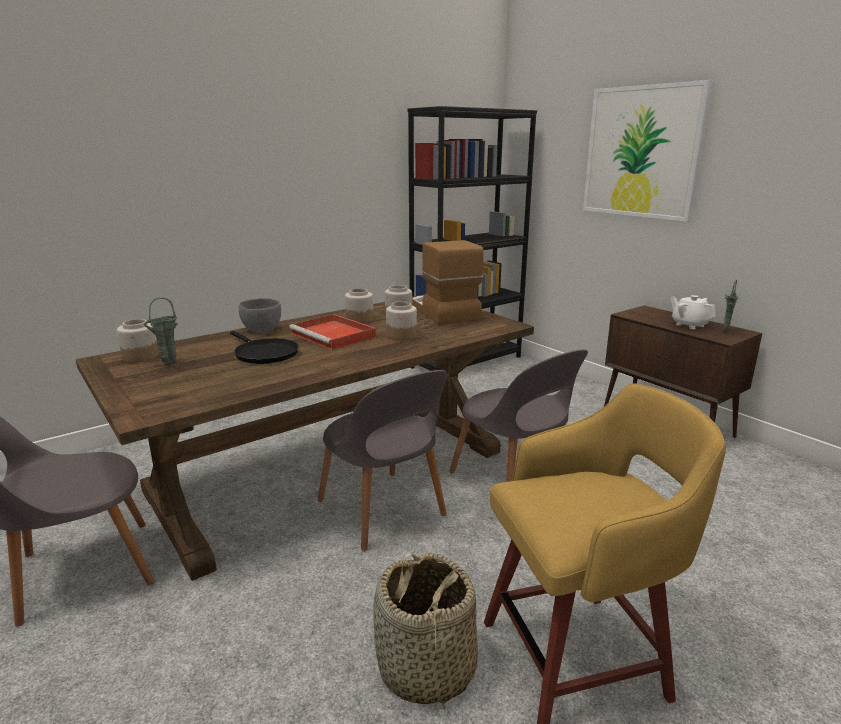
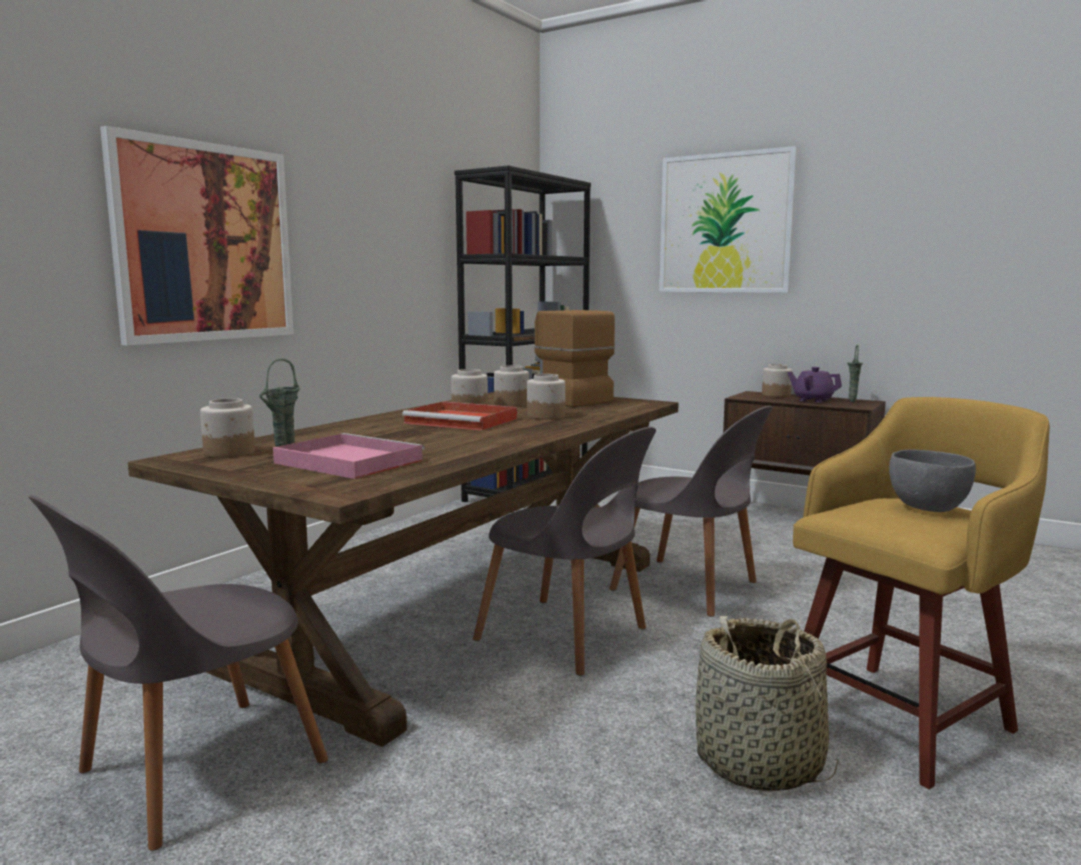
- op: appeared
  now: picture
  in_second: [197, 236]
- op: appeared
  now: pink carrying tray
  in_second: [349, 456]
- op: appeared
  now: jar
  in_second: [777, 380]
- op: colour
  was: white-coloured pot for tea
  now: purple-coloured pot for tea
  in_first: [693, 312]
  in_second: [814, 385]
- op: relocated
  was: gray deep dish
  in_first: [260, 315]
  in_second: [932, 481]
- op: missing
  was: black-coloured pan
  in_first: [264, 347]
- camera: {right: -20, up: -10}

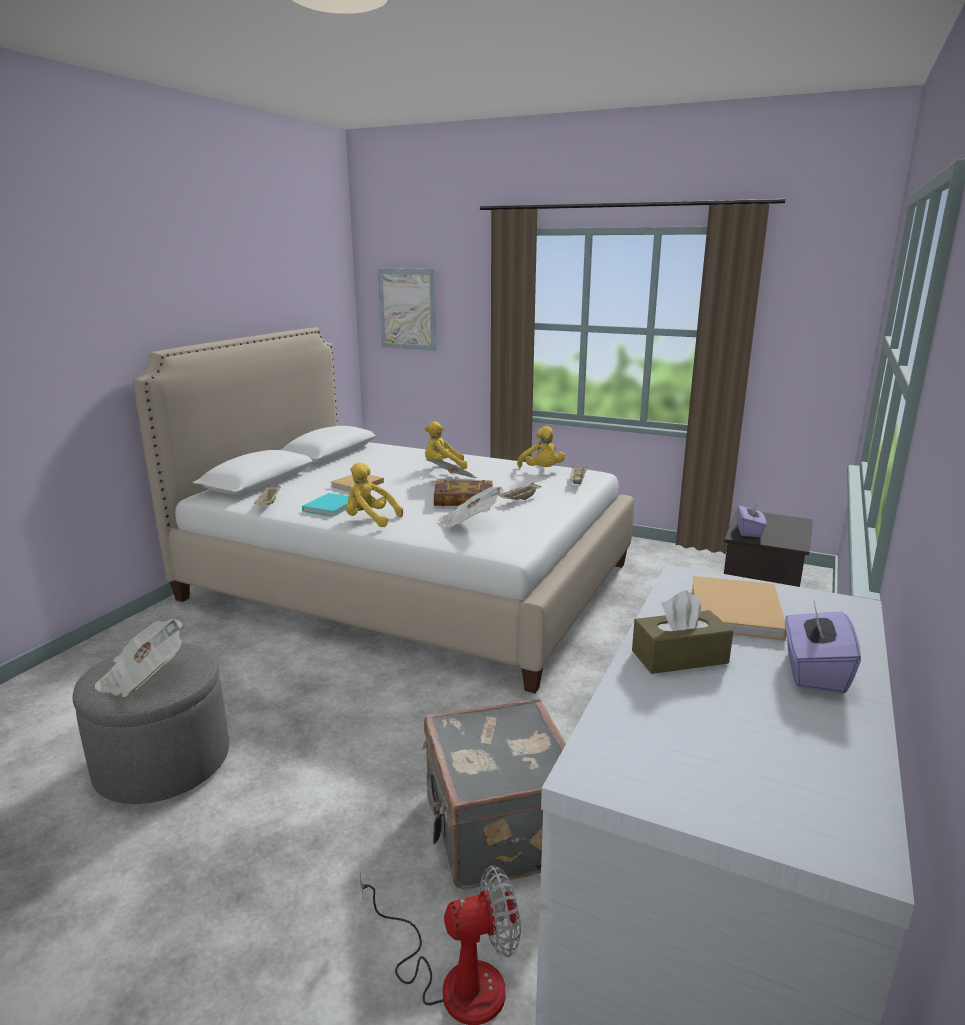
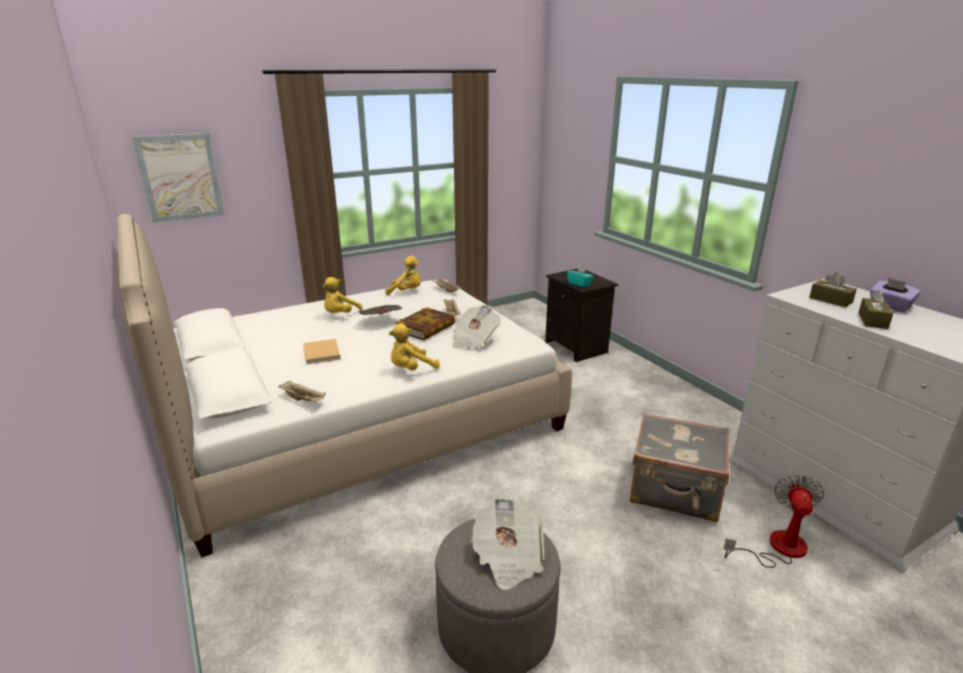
- op: colour
  was: purple-coloured tissue box
  now: turquoise tissue box
  in_first: [752, 519]
  in_second: [580, 276]
- op: exchanged
  was: sand-coloured bound book
  now: brown-coloured tissue box
  in_first: [739, 608]
  in_second: [833, 289]
- op: missing
  was: turquoise bound book
  in_first: [325, 505]
- camera: {right: -55, up: 5}

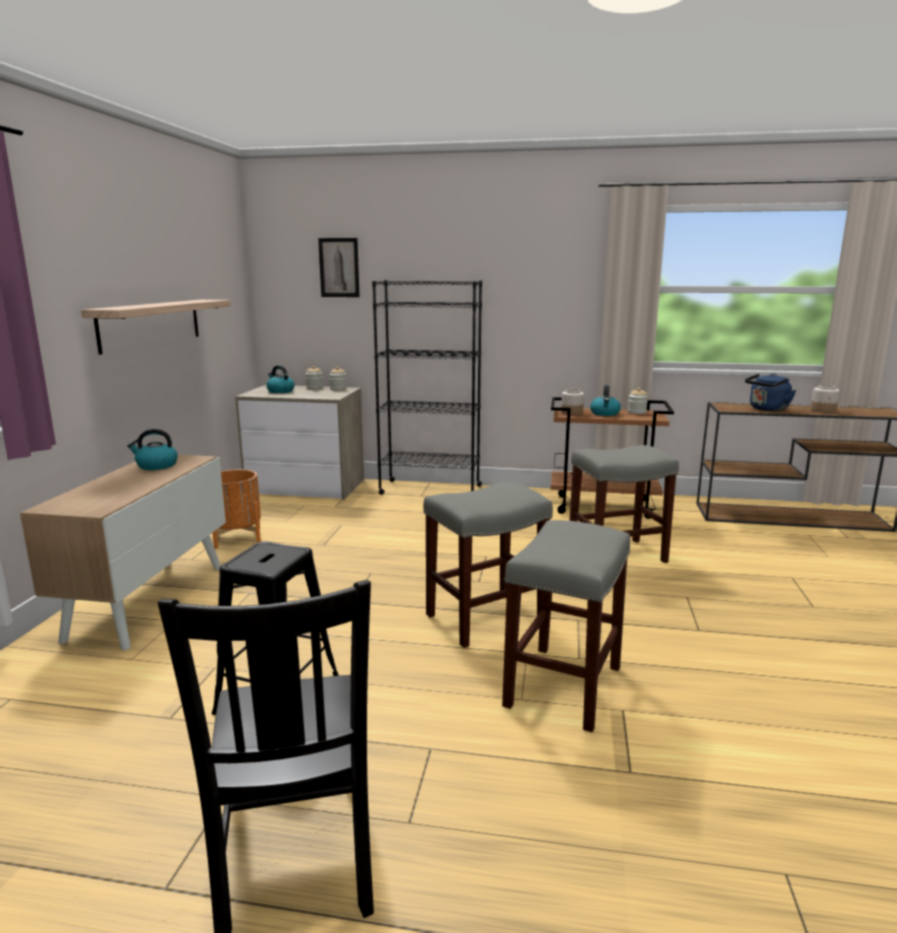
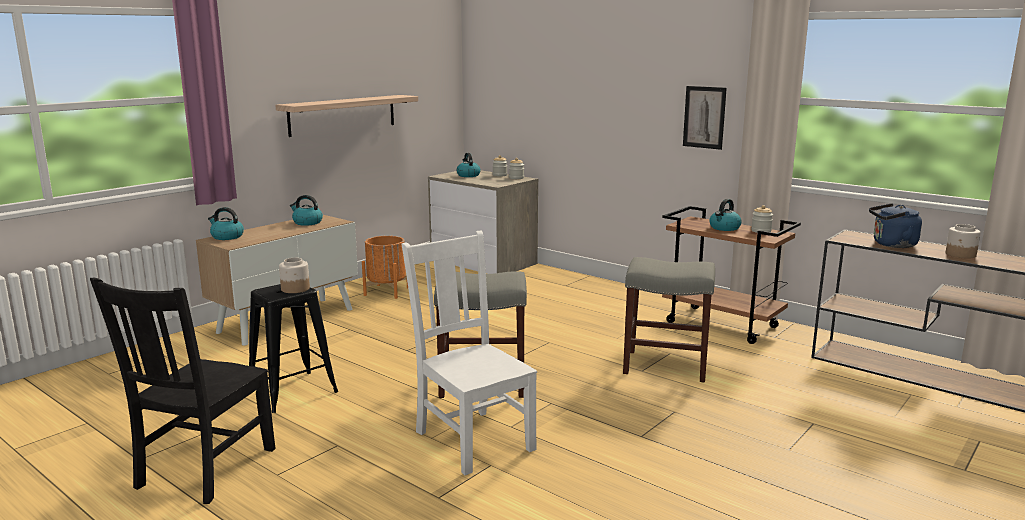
- op: appeared
  now: kettle
  in_second: [226, 223]
- op: relocated
  was: jar
  in_first: [572, 402]
  in_second: [294, 275]
- op: exchanged
  was: gray stool
  now: white-coloured chair
  in_first: [566, 626]
  in_second: [469, 353]
- op: relocated
  was: picture
  in_first: [339, 267]
  in_second: [705, 118]
- op: missing
  was: black-coloured bookshelf
  in_first: [427, 387]
- camera: {right: 30, up: 0}

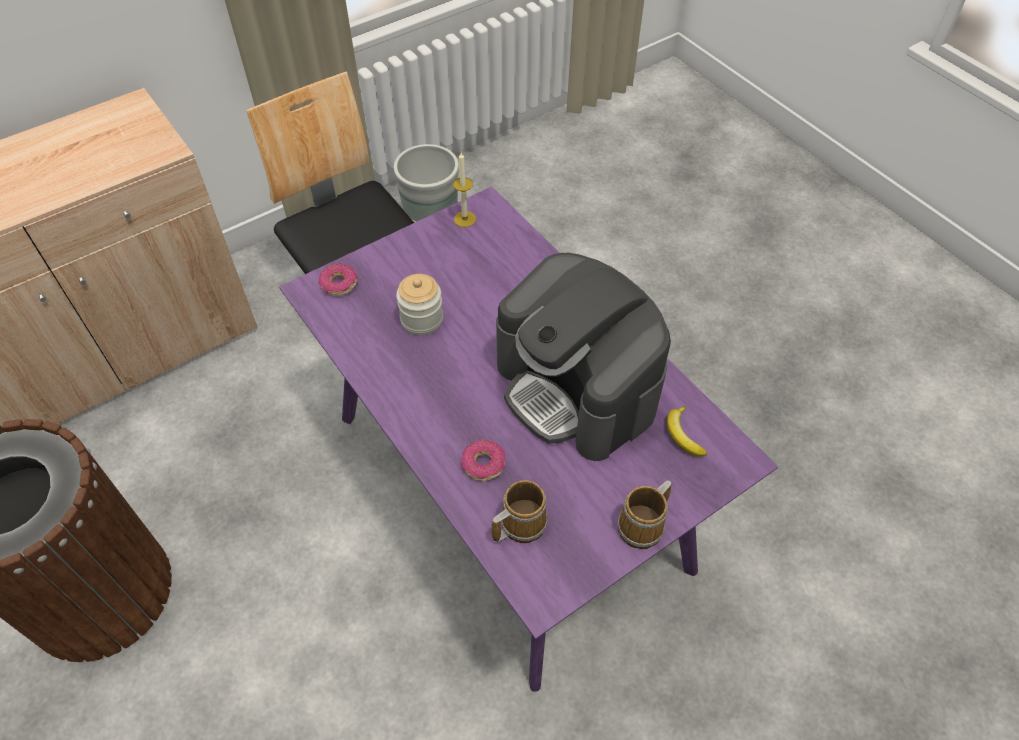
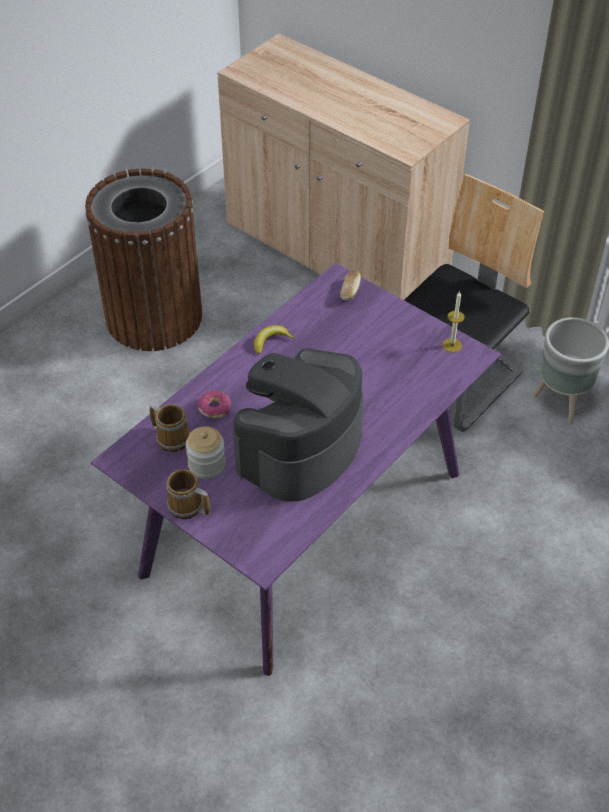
- op: relocated
  was: jar
  in_first: [419, 304]
  in_second: [206, 452]
- op: relocated
  was: banana fruit
  in_first: [686, 431]
  in_second: [274, 339]
- op: exchanged
  was: ring doughnut
  now: bakery bread
  in_first: [338, 279]
  in_second: [350, 286]
- camera: {right: 75, up: -5}

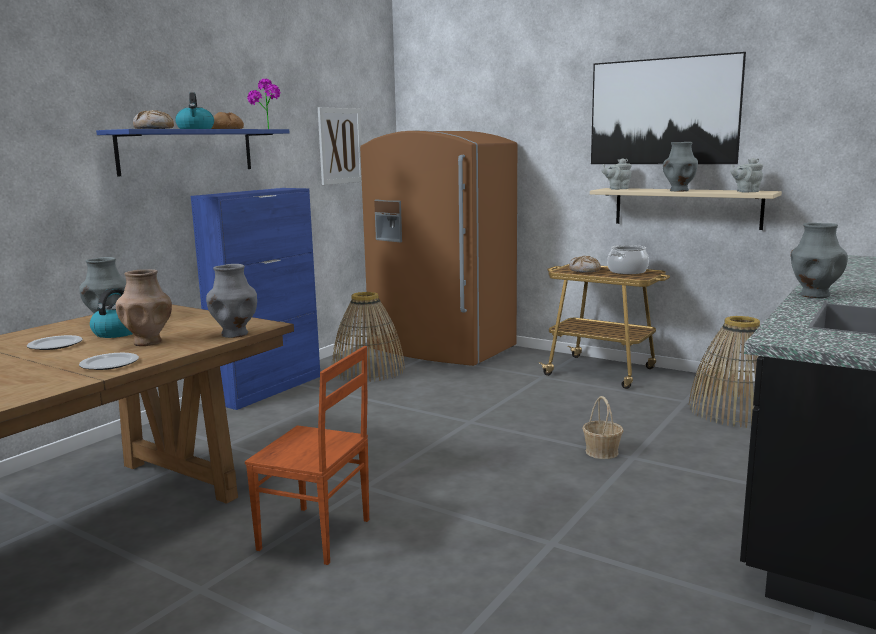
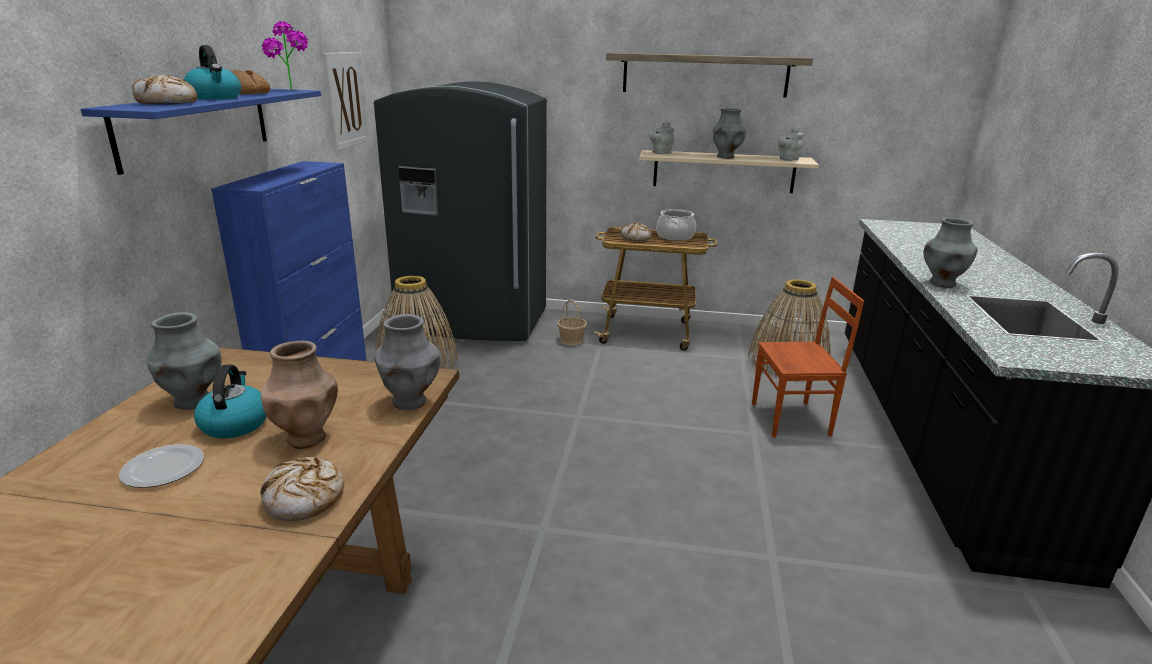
- op: exchanged
  was: flat dish
  now: bakery bread
  in_first: [109, 361]
  in_second: [302, 489]
- op: colour
  was: brown-coloured fridge
  now: gray fridge
  in_first: [438, 248]
  in_second: [460, 211]
- op: relocated
  was: basket
  in_first: [603, 427]
  in_second: [572, 322]
- op: exchanged
  was: picture
  now: bracket shelf
  in_first: [668, 108]
  in_second: [709, 75]
- op: relocated
  was: brown-coloured chair
  in_first: [307, 455]
  in_second: [808, 357]
- camera: {right: -25, up: 10}

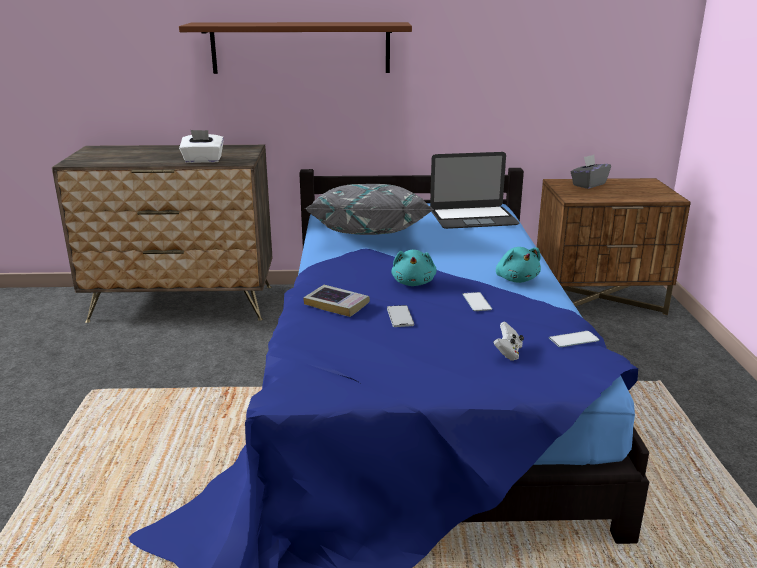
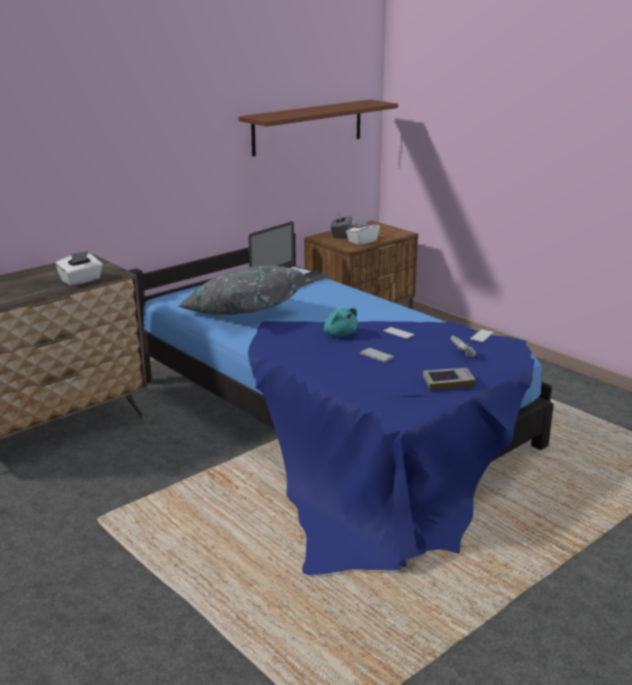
- op: relocated
  was: brown-coloured bracket shelf
  in_first: [295, 48]
  in_second: [318, 128]
- op: appeared
  now: white-coloured tissue box
  in_second: [363, 231]
- op: relocated
  was: bound book
  in_first: [336, 301]
  in_second: [449, 379]
- op: missing
  was: turquoise plush toy
  in_first: [518, 265]
- camera: {right: -40, up: 0}

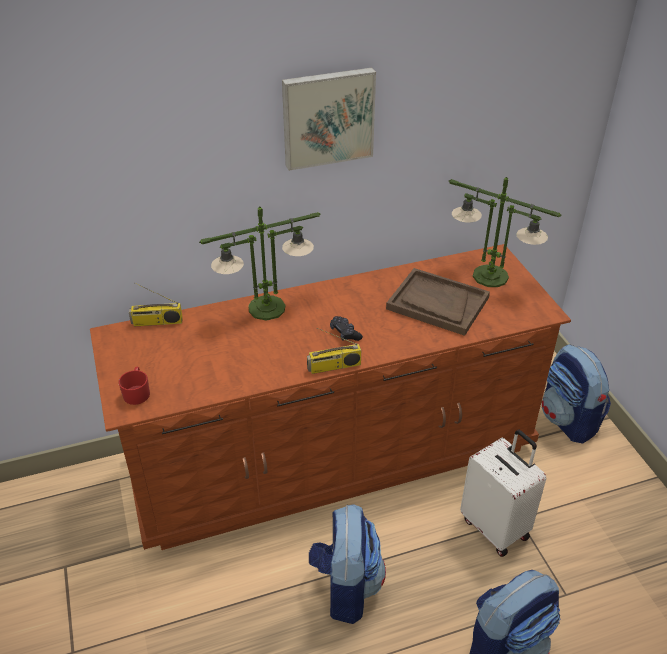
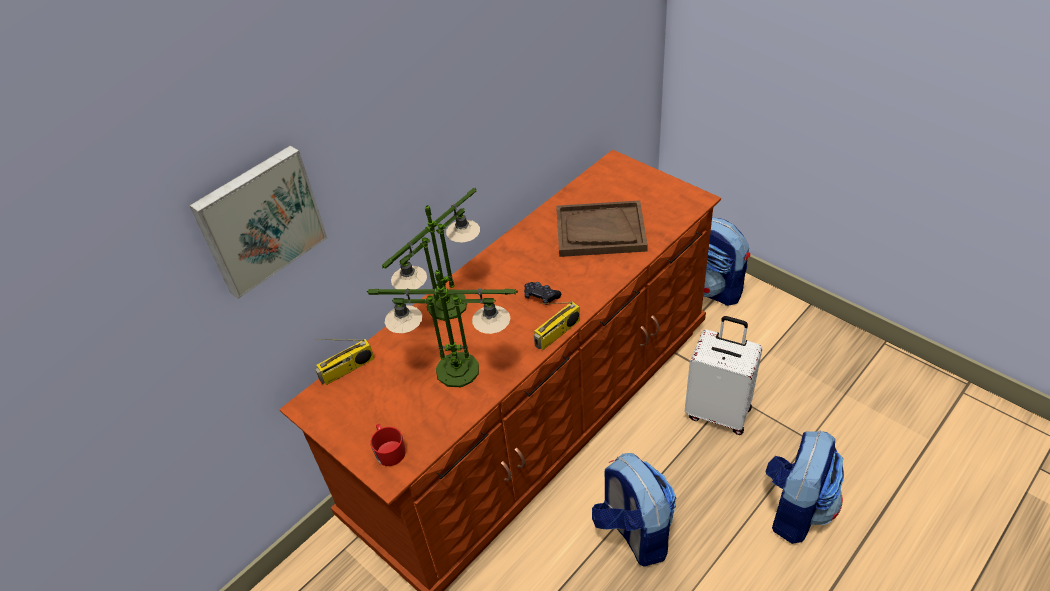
- op: relocated
  was: picture
  in_first: [329, 119]
  in_second: [258, 222]
- op: relocated
  was: lamp for a table
  in_first: [505, 232]
  in_second: [442, 328]
- camera: {right: -25, up: 5}

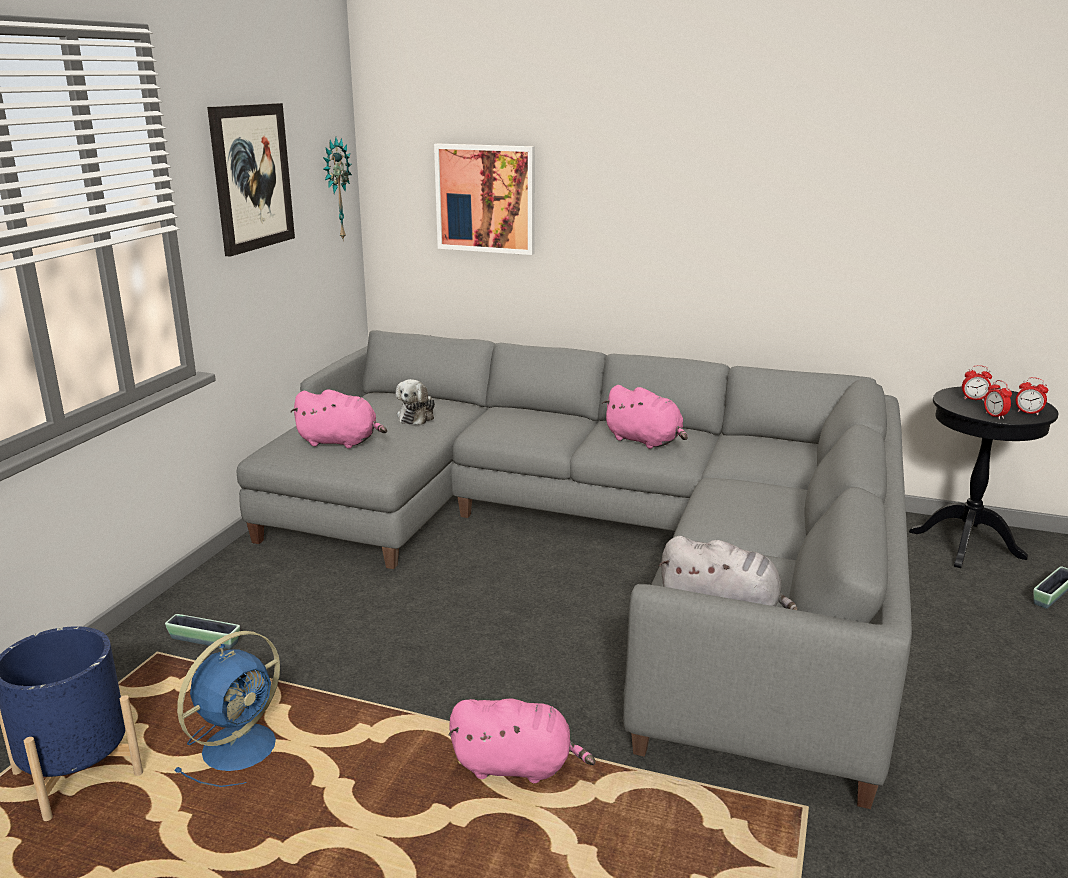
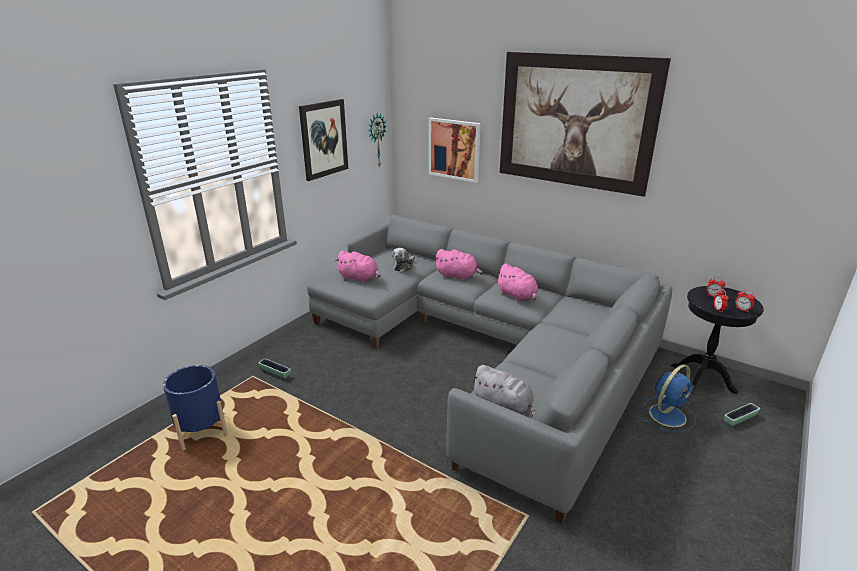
- op: relocated
  was: pink plush toy
  in_first: [521, 740]
  in_second: [458, 264]
- op: appeared
  now: picture
  in_second: [585, 124]
- op: relocated
  was: blue-coloured fan
  in_first: [227, 709]
  in_second: [669, 399]
- camera: {right: 15, up: 5}

